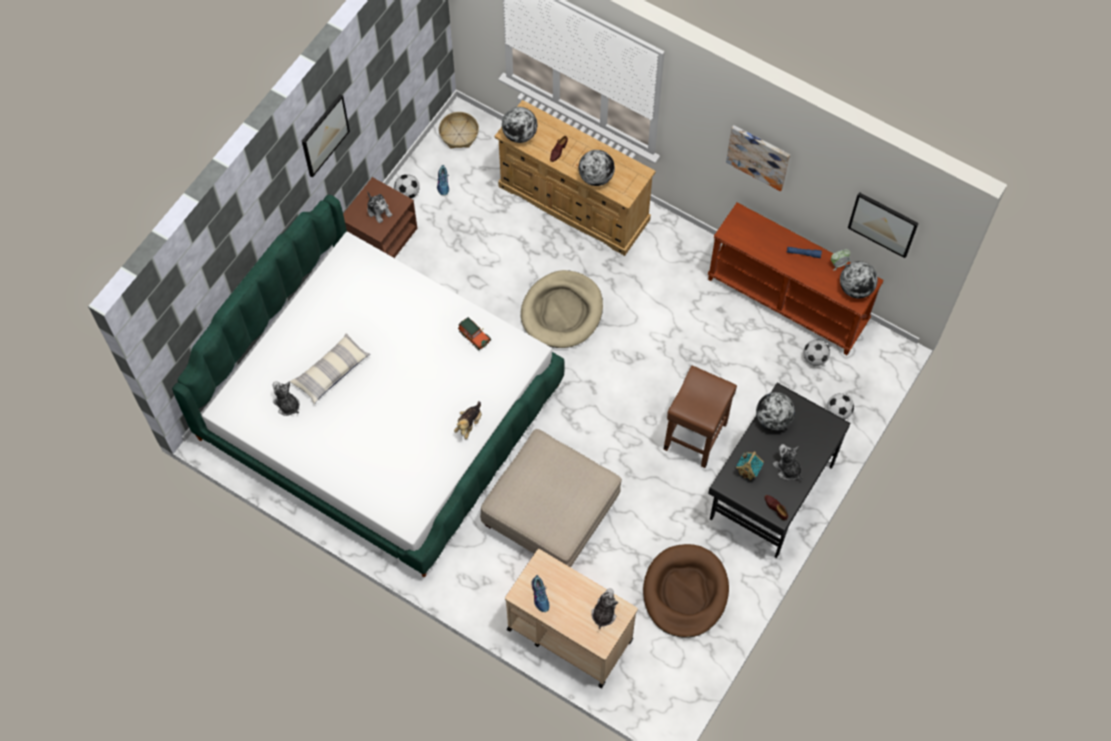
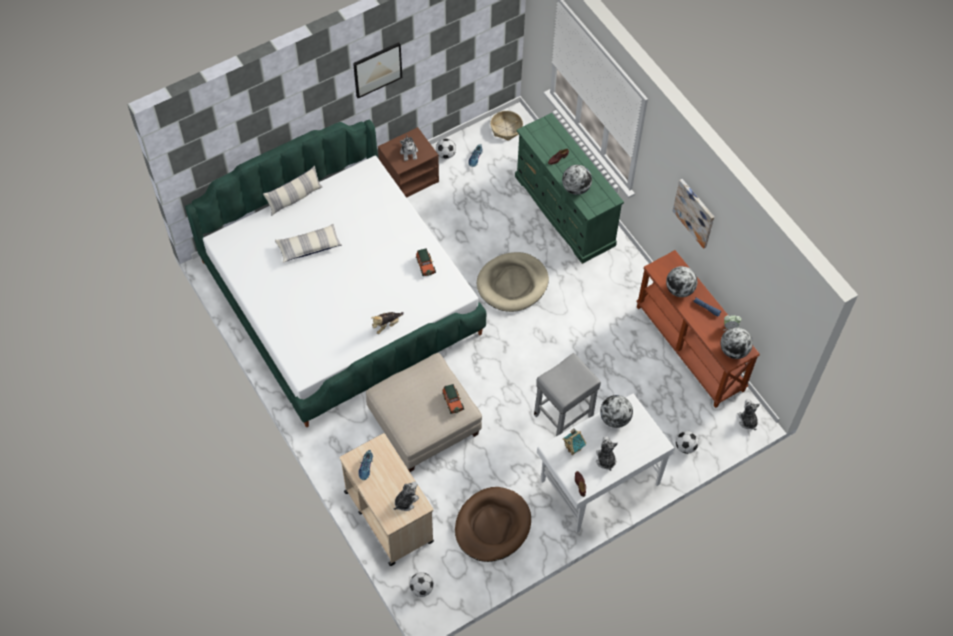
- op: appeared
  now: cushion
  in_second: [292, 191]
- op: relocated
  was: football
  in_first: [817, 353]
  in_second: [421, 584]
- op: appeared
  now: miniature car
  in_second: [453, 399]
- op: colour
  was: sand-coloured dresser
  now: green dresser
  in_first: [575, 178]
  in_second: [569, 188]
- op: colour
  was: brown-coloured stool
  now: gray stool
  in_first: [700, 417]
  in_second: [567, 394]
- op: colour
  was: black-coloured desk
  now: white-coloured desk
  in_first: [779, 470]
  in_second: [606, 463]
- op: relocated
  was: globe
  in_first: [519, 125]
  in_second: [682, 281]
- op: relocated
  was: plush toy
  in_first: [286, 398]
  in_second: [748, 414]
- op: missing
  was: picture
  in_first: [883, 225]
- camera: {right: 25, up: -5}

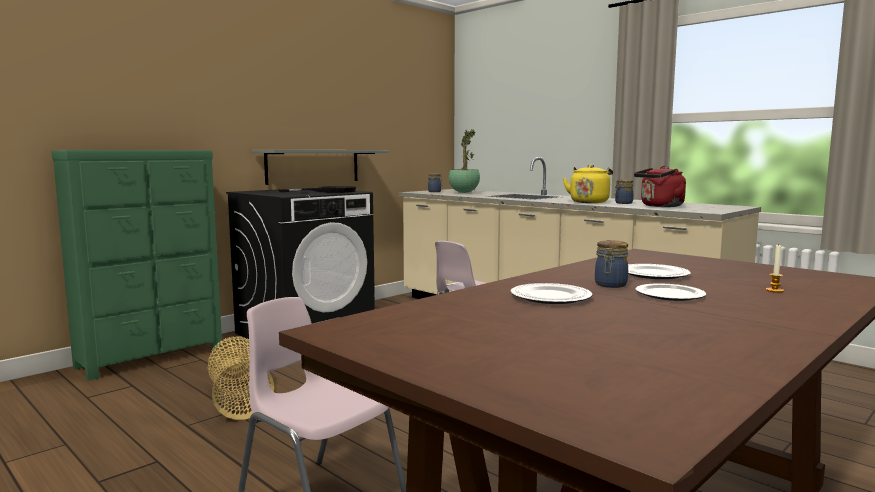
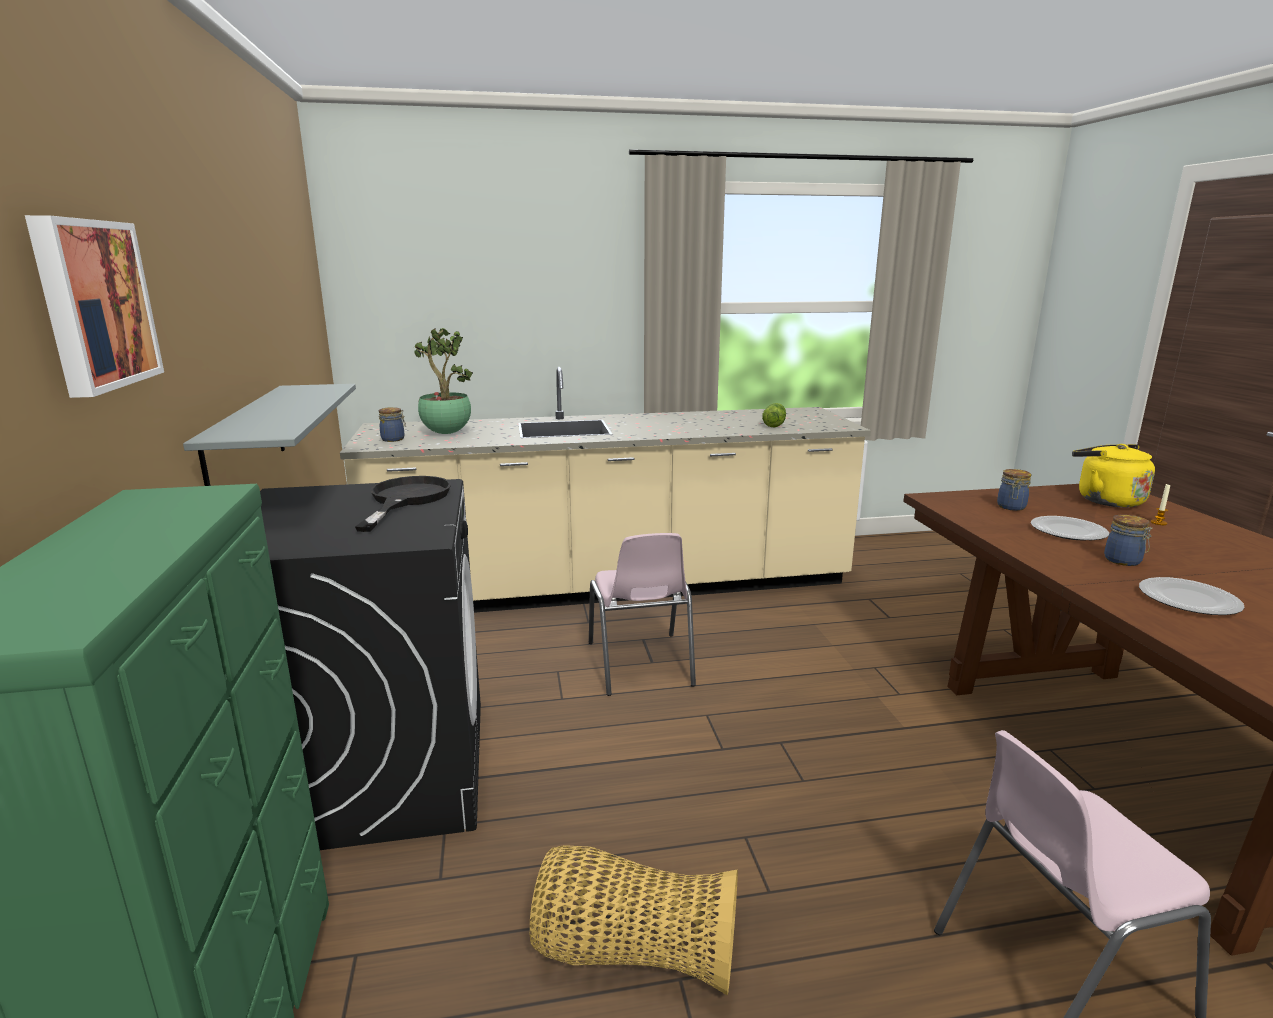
- op: appeared
  now: picture
  in_second: [94, 306]
- op: exchanged
  was: reddish kettle
  now: head of lettuce
  in_first: [660, 186]
  in_second: [774, 415]
- op: relocated
  was: jar
  in_first: [623, 191]
  in_second: [1014, 490]
- op: relocated
  was: yellow kettle
  in_first: [588, 184]
  in_second: [1113, 475]
- op: missing
  was: flat dish
  in_first: [670, 292]
- camera: {right: -55, up: 10}

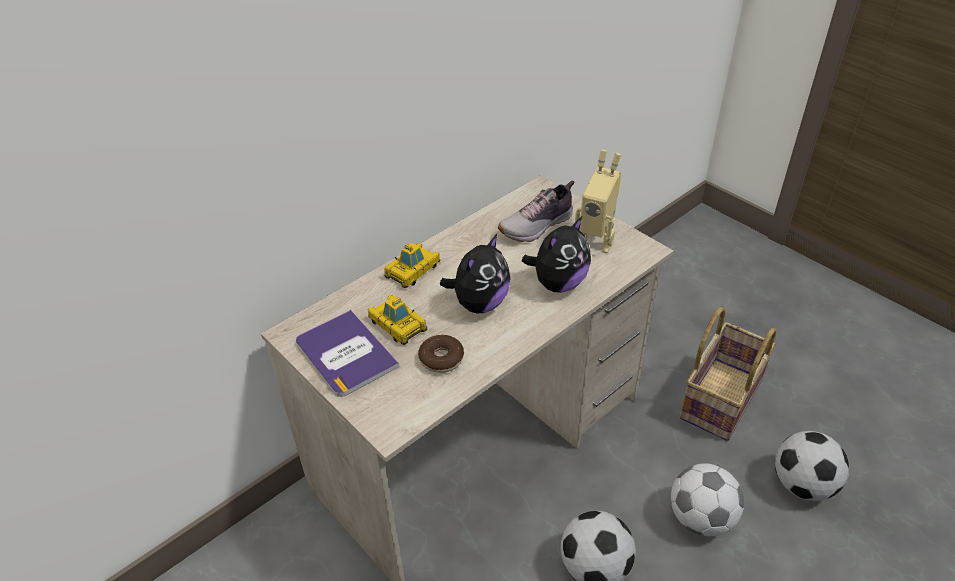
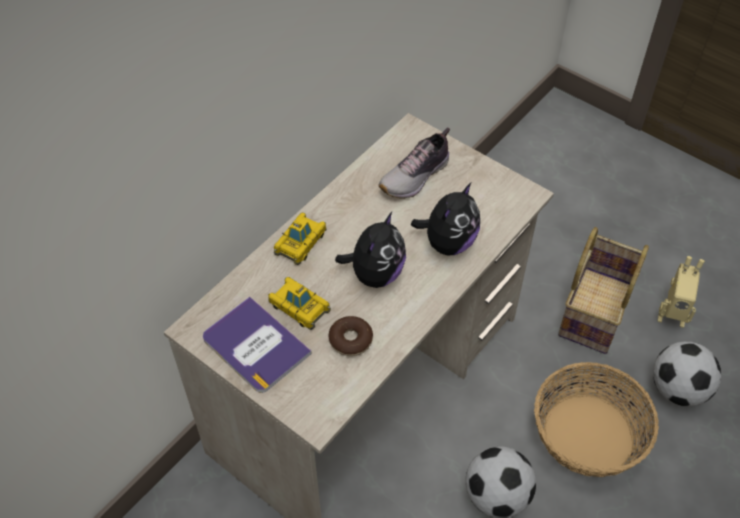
- op: exchanged
  was: football
  now: basket
  in_first: [707, 499]
  in_second: [596, 419]
- op: relocated
  was: robot figure
  in_first: [598, 201]
  in_second: [681, 292]
- camera: {right: -10, up: 10}

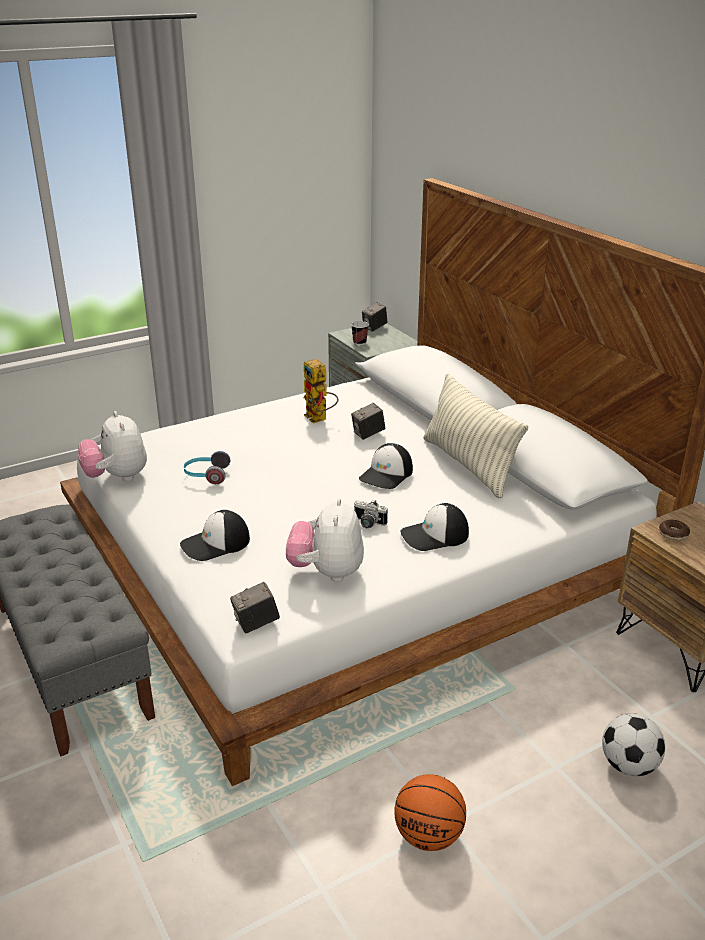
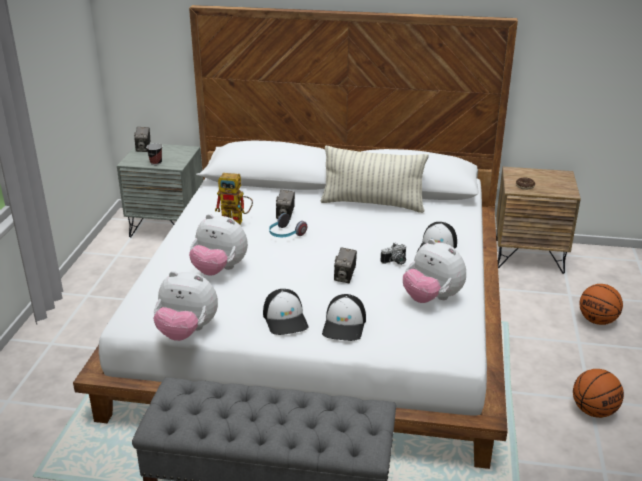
- op: appeared
  now: plush toy
  in_second: [218, 245]
- op: relocated
  was: cap
  in_first: [386, 466]
  in_second: [286, 312]
- op: relocated
  was: headset
  in_first: [207, 467]
  in_second: [288, 225]
- op: relocated
  was: still camera
  in_first: [255, 607]
  in_second: [345, 265]
- op: exchanged
  was: football
  now: basketball
  in_first: [633, 744]
  in_second: [601, 304]
- camera: {right: -50, up: 0}

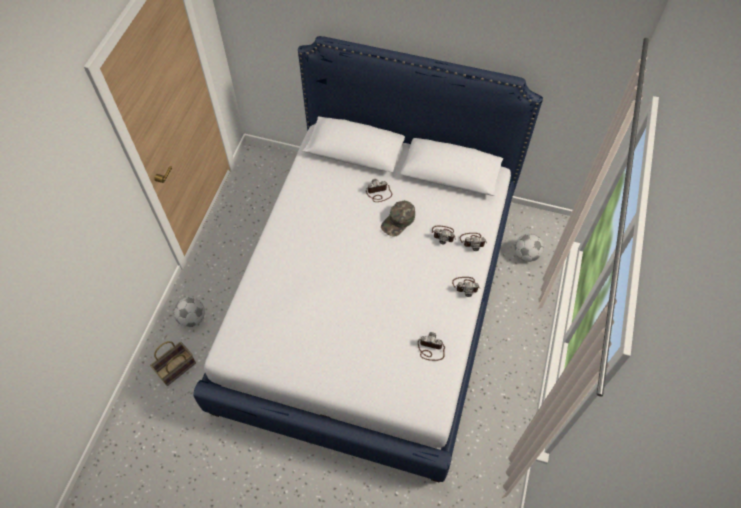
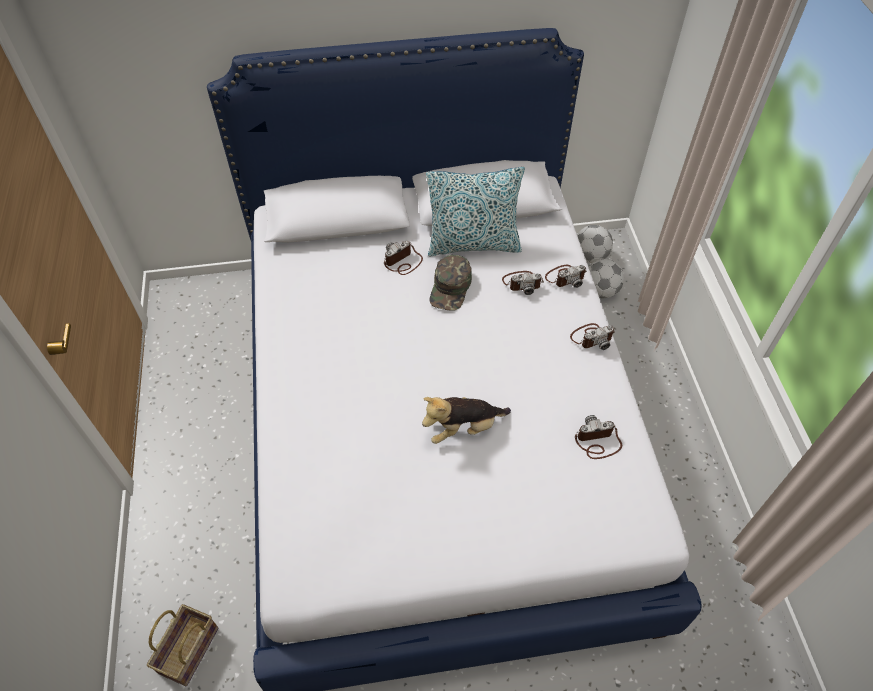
- op: appeared
  now: plush toy
  in_second: [466, 420]
- op: appeared
  now: cushion
  in_second: [475, 211]
- op: relocated
  was: football
  in_first: [189, 312]
  in_second: [595, 244]
- camera: {right: -25, up: -5}

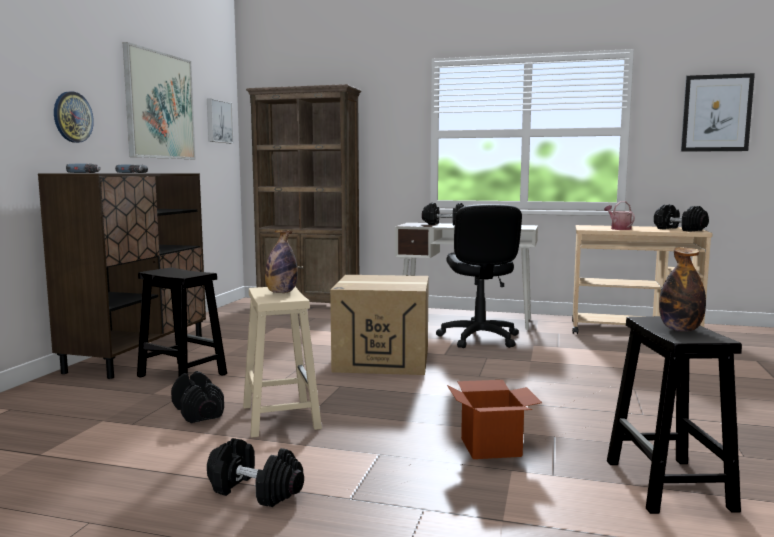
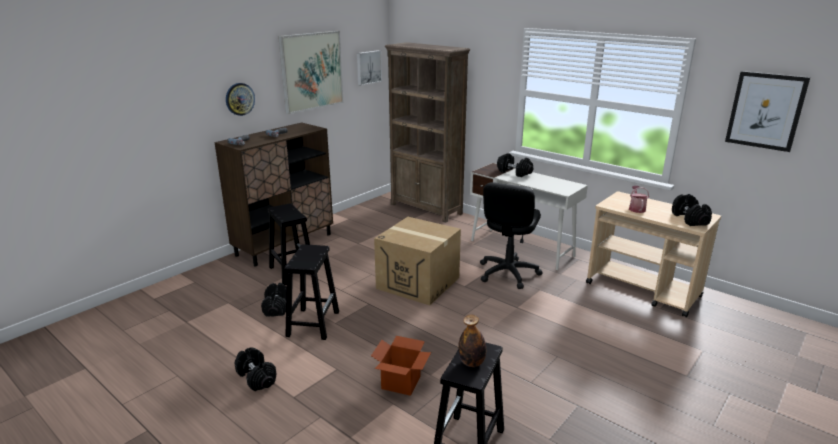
- op: colour
  was: sand-coloured stool
  now: black-coloured stool
  in_first: [282, 362]
  in_second: [311, 292]
- op: missing
  was: beverage bottle
  in_first: [281, 261]
- camera: {right: 25, up: 15}

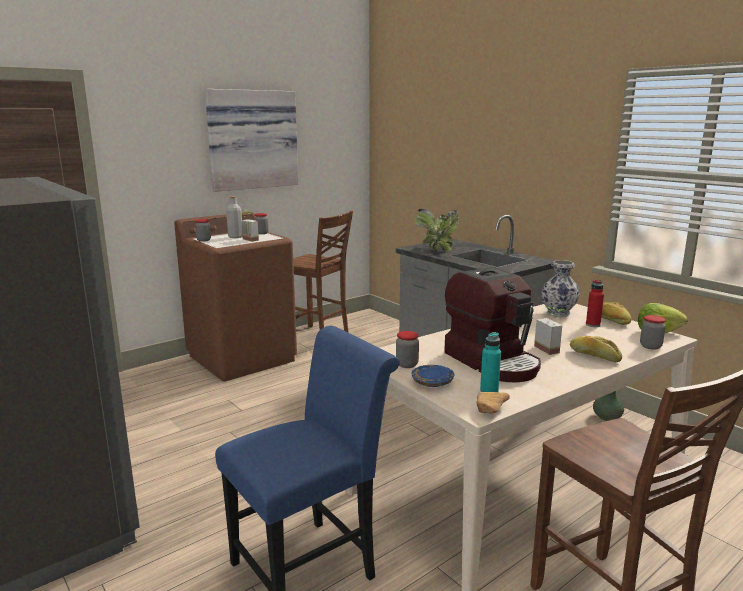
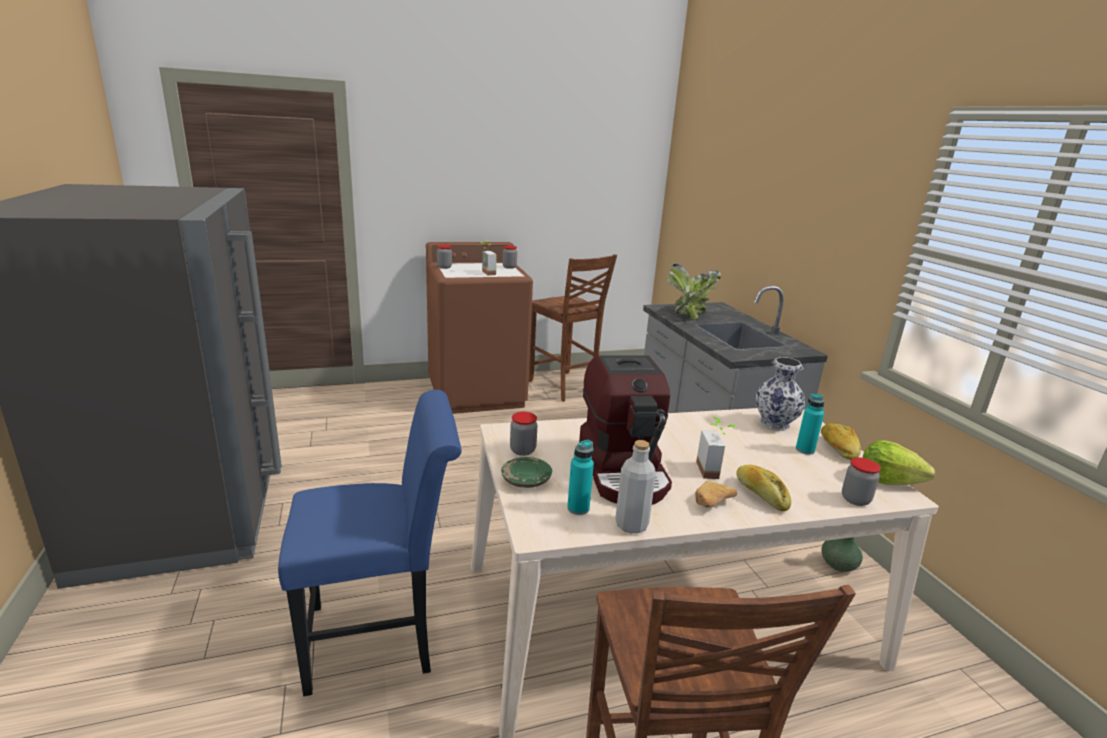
- op: colour
  was: blue-coloured flat dish
  now: green flat dish
  in_first: [433, 376]
  in_second: [526, 472]
- op: relocated
  was: gray beverage bottle
  in_first: [234, 217]
  in_second: [635, 487]
- op: relocated
  was: bakery bread
  in_first: [493, 403]
  in_second: [716, 494]
- op: colour
  was: reddish beverage bottle
  now: turquoise beverage bottle
  in_first: [595, 303]
  in_second: [810, 424]
- op: missing
  was: picture
  in_first: [251, 140]
- camera: {right: 20, up: 5}

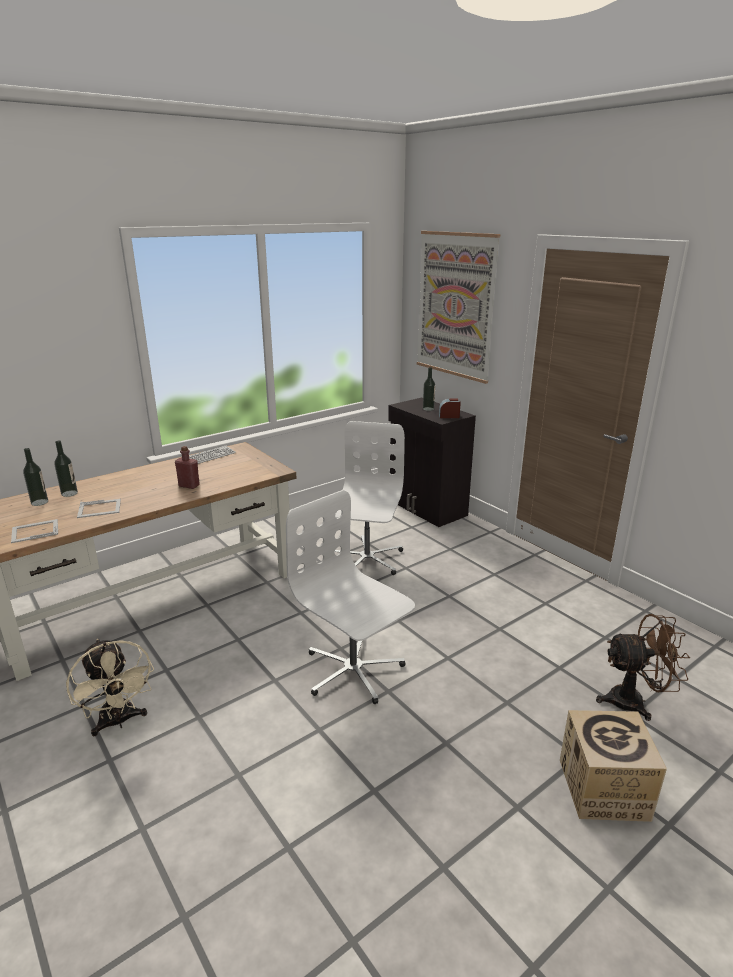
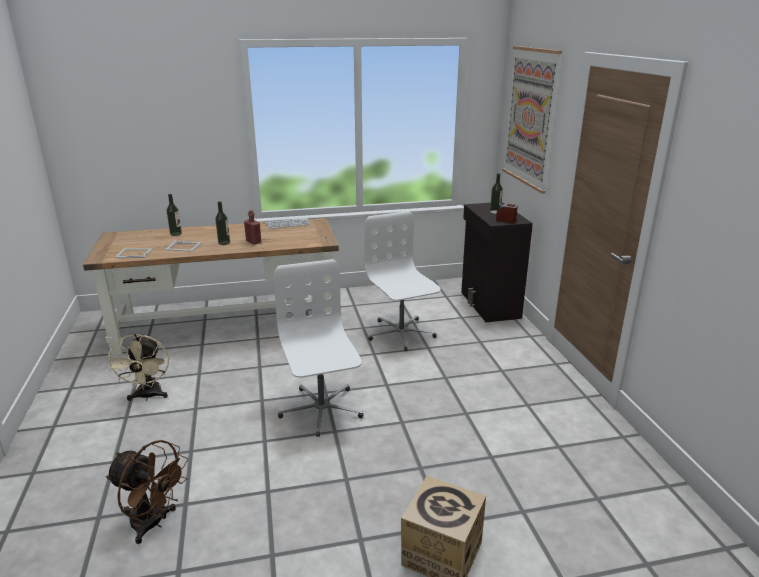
- op: relocated
  was: brown-coloured fan
  in_first: [643, 667]
  in_second: [147, 492]
- op: relocated
  was: beverage bottle
  in_first: [35, 477]
  in_second: [222, 223]
- op: spun
  was: white-coloured desk chair
  in_first: [370, 498]
  in_second: [402, 281]
  clockwise: -60
- camera: {right: 25, up: 0}

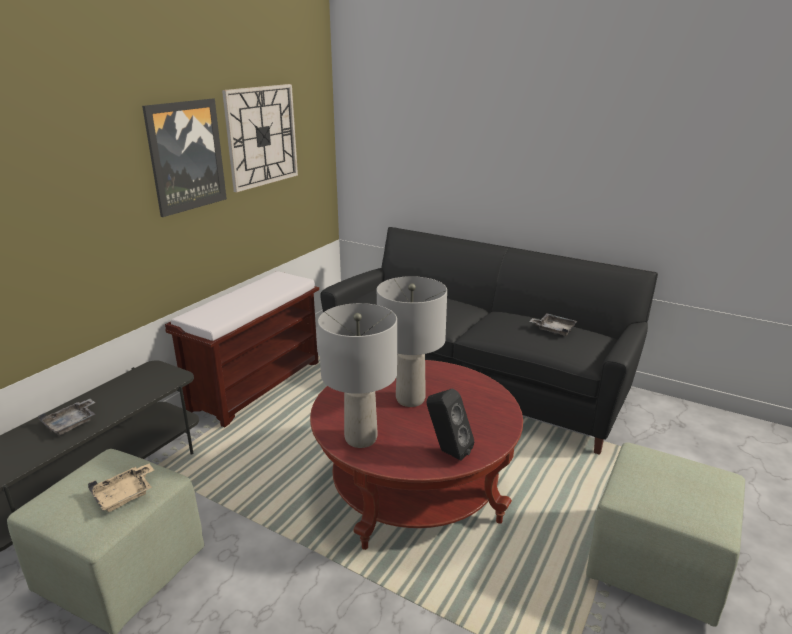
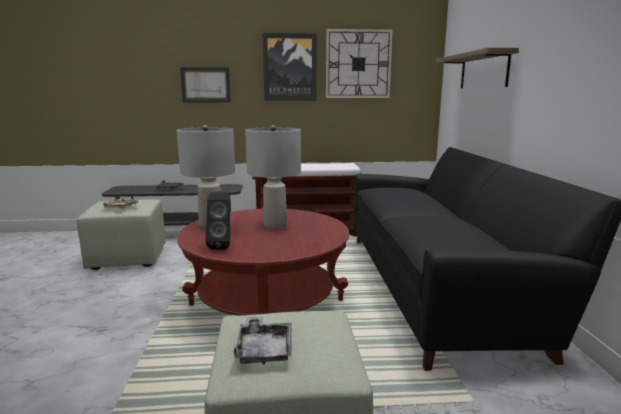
- op: appeared
  now: picture
  in_second: [205, 84]
- op: relocated
  was: gray carrying tray
  in_first: [553, 325]
  in_second: [263, 341]
- op: appeared
  now: bracket shelf
  in_second: [477, 67]
- camera: {right: 55, up: -10}

